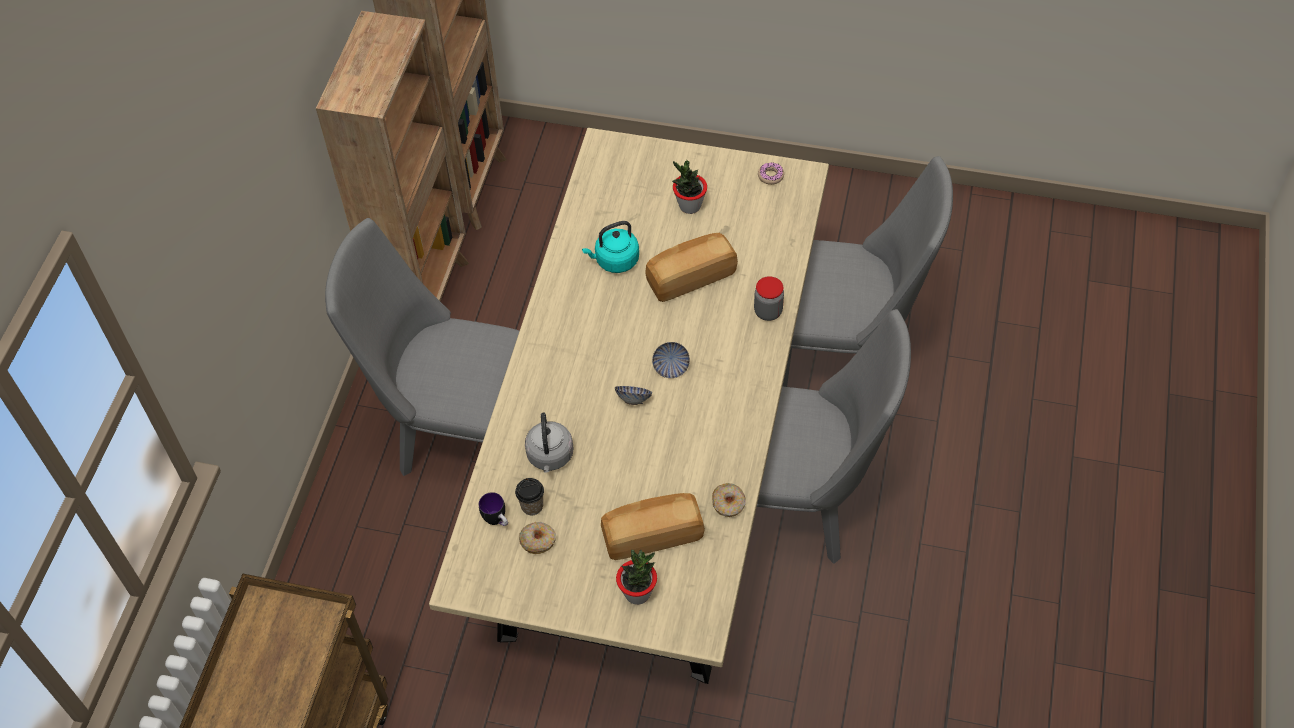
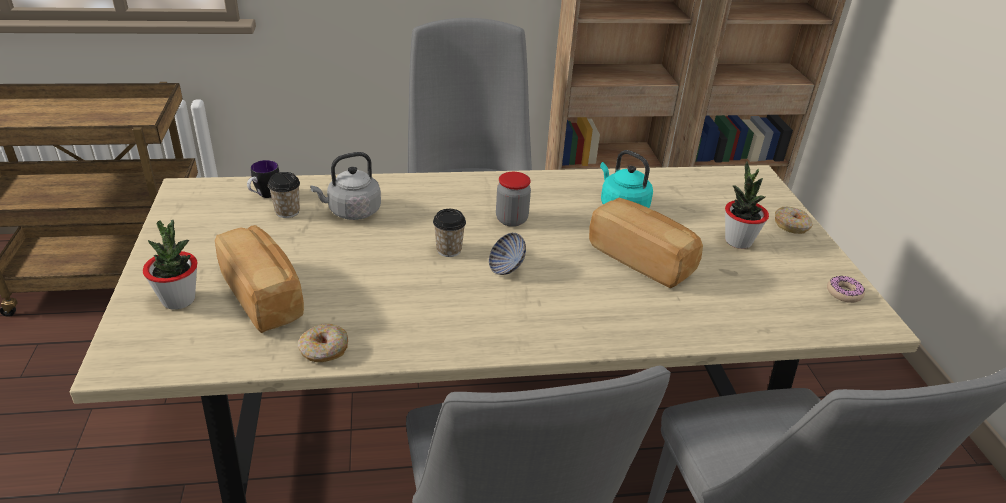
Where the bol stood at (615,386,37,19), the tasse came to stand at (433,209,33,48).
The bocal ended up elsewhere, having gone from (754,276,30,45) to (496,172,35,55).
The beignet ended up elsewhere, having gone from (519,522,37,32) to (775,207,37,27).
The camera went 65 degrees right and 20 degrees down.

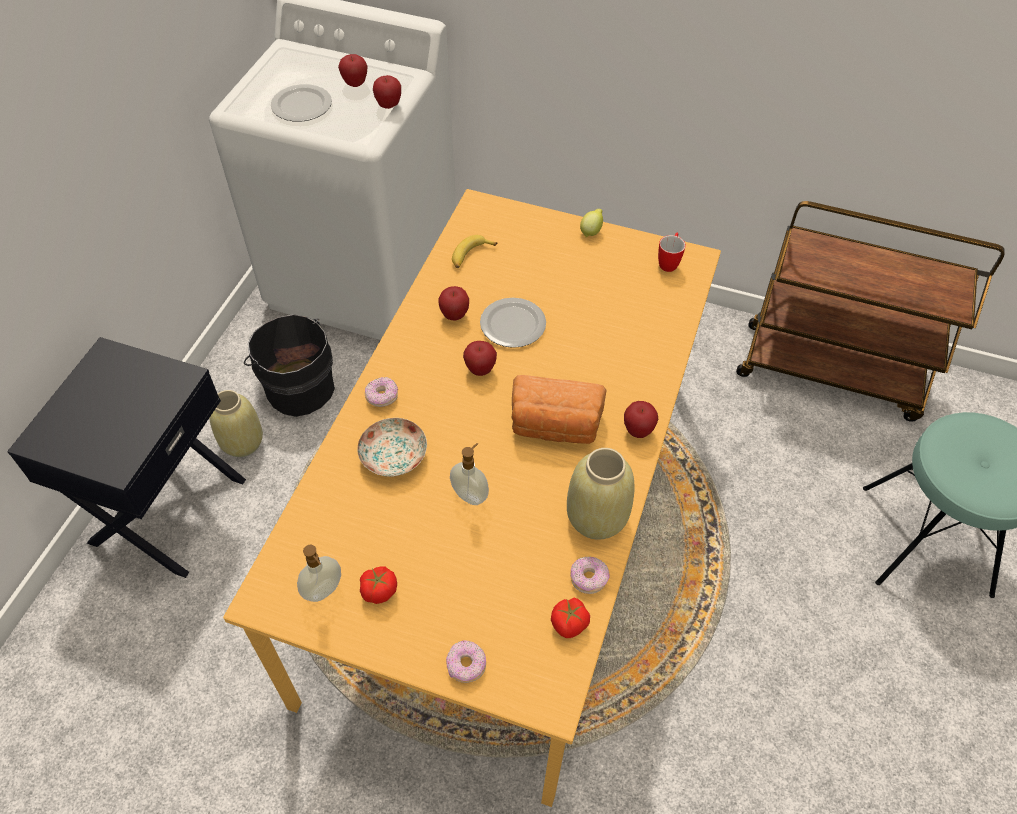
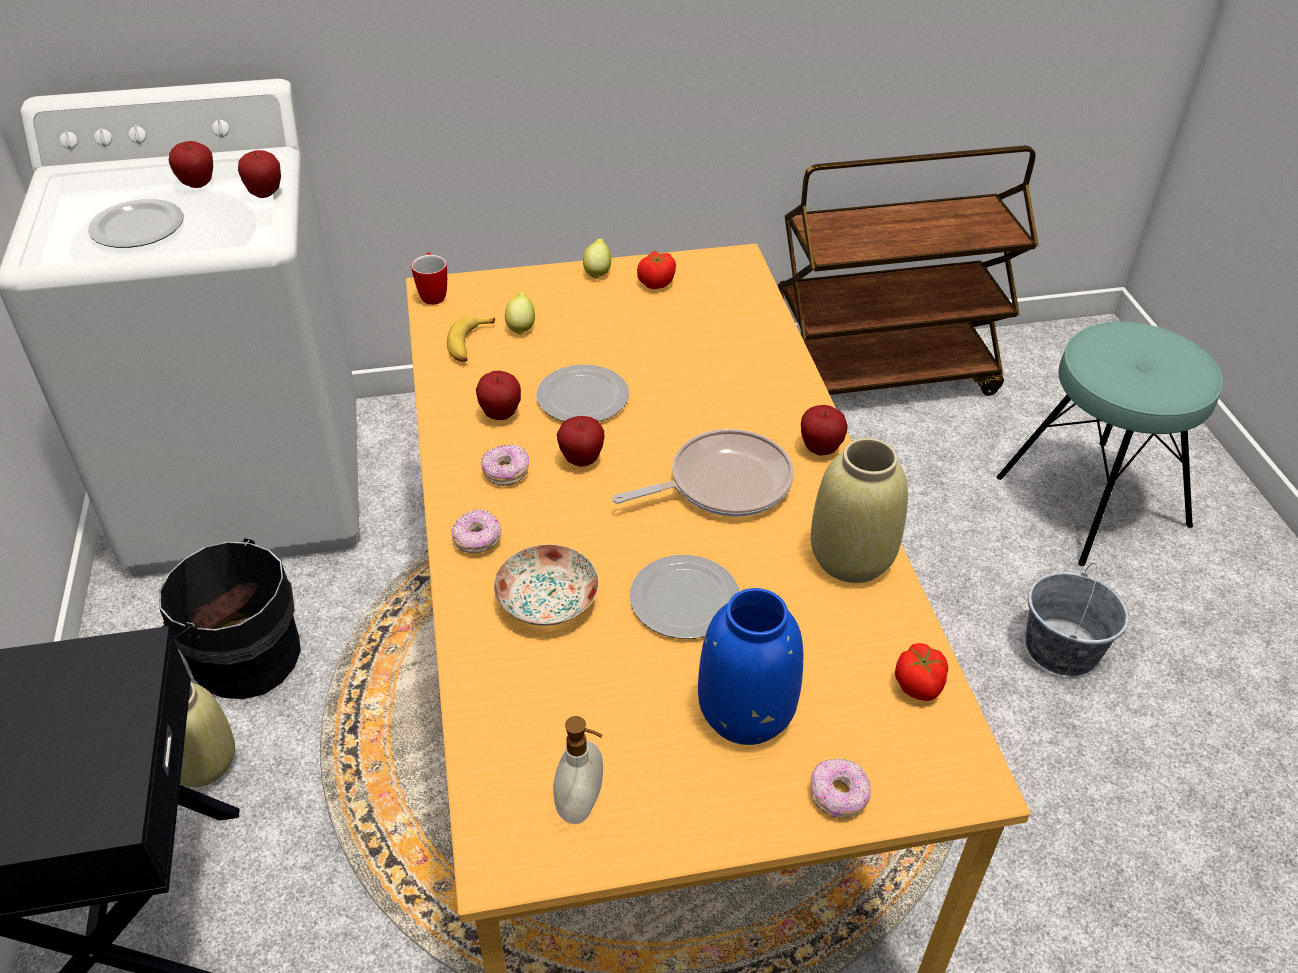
The mug ended up elsewhere, having gone from (658,233,28,39) to (411,252,36,53).
The beignet ended up elsewhere, having gone from (570,557,39,37) to (481,444,48,42).
The second view gained the citron at (505,292,30,43).
Where the pain stood at (512,375,95,69), the poêle came to stand at (612,429,182,88).
Where the distributeur de savon stood at (450,443,39,62), the assiette came to stand at (630,555,110,84).
The tomate ended up elsewhere, having gone from (360,567,37,37) to (637,251,39,38).
The second view gained the vase [bleu] at (698,588,105,157).
The second view gained the seau [gris] at (1025,563,104,113).
The camera went 30 degrees left and 10 degrees down.

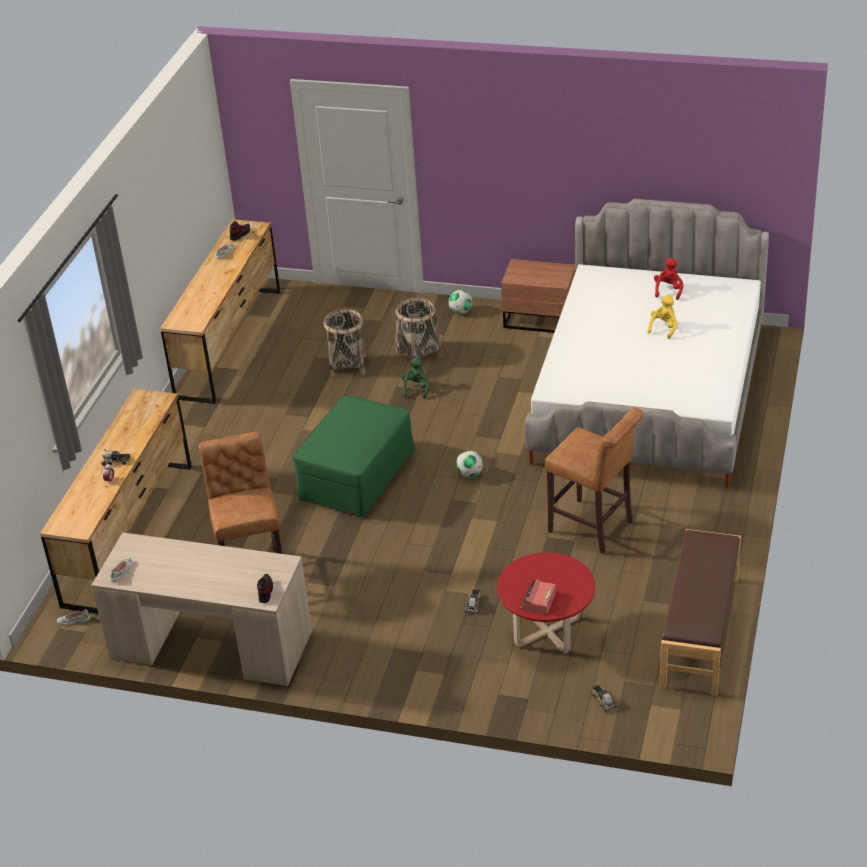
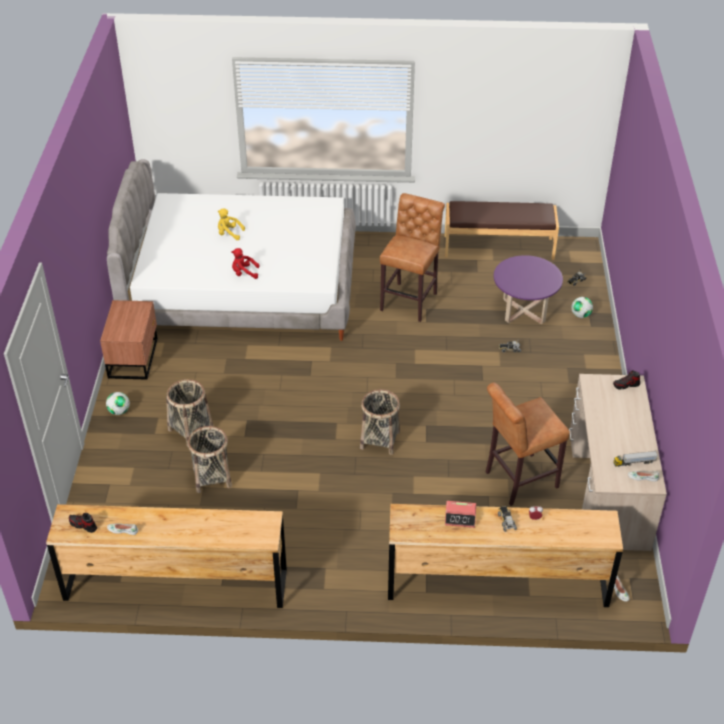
The peluche [rouge] ended up elsewhere, having gone from (654,258,29,42) to (231,248,28,31).
Where the pouf [vert] stood at (293,395,122,121), the panier came to stand at (360,389,40,66).
The réveil ended up elsewhere, having gone from (521,579,35,35) to (445,501,31,27).
What was the table basse [rouge] at (497,552,98,102) turned into the table basse [violet] at (494,255,69,69).
The ballon de foot ended up elsewhere, having gone from (456,451,27,27) to (571,297,22,21).
The second view gained the camion jouet at (613,451,45,16).
The second view lost the peluche [vert] at (401,357,29,42).
The camera went 105 degrees left and 5 degrees up.

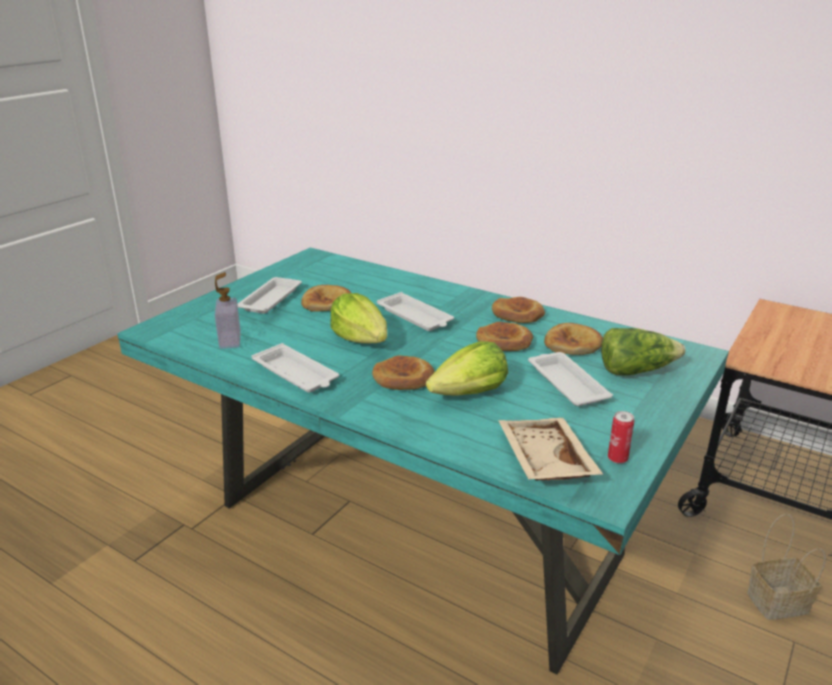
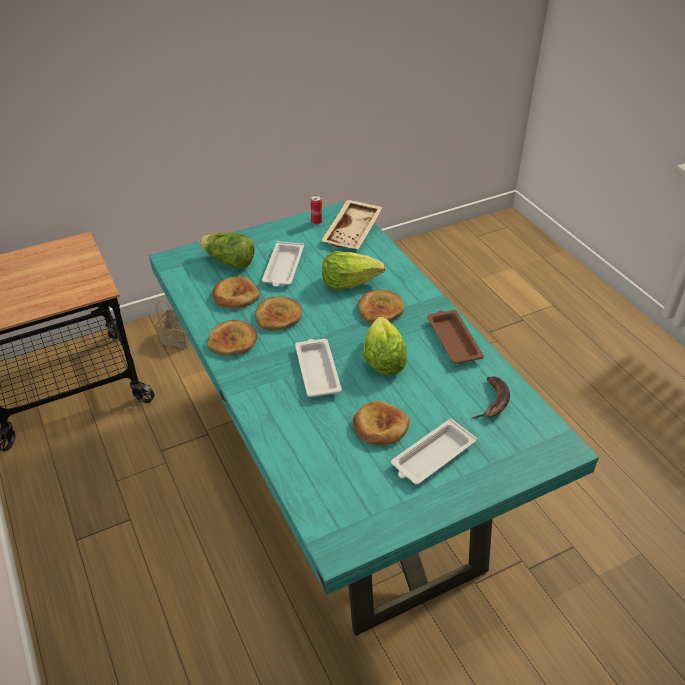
What was the plateau [blanc] at (252,343,87,49) turned into the plateau [marron] at (427,310,57,54).
Where the distributeur de savon stood at (215,272,26,77), the banane came to stand at (472,376,38,43).
The camera went 150 degrees left and 15 degrees up.

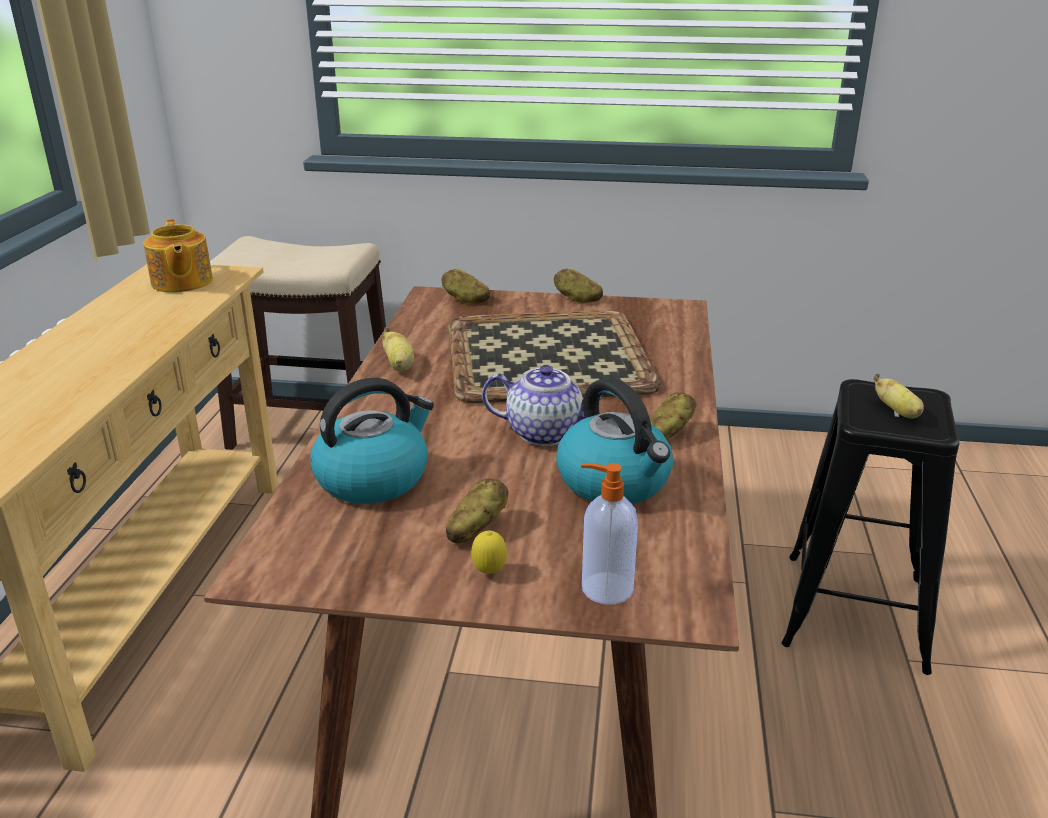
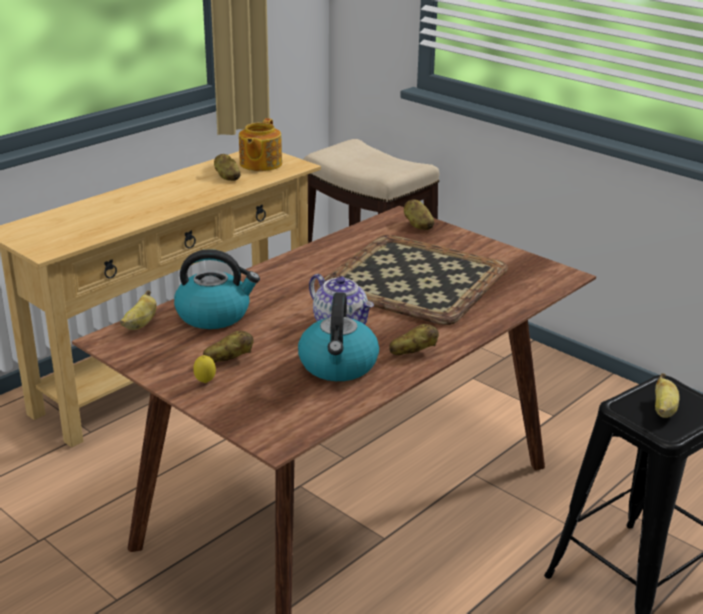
The banane ended up elsewhere, having gone from (382,327,32,45) to (120,290,37,40).
The pomme de terre ended up elsewhere, having gone from (554,269,49,34) to (214,154,27,27).
The second view lost the distributeur de savon at (581,463,57,141).
The camera went 35 degrees right and 0 degrees up.

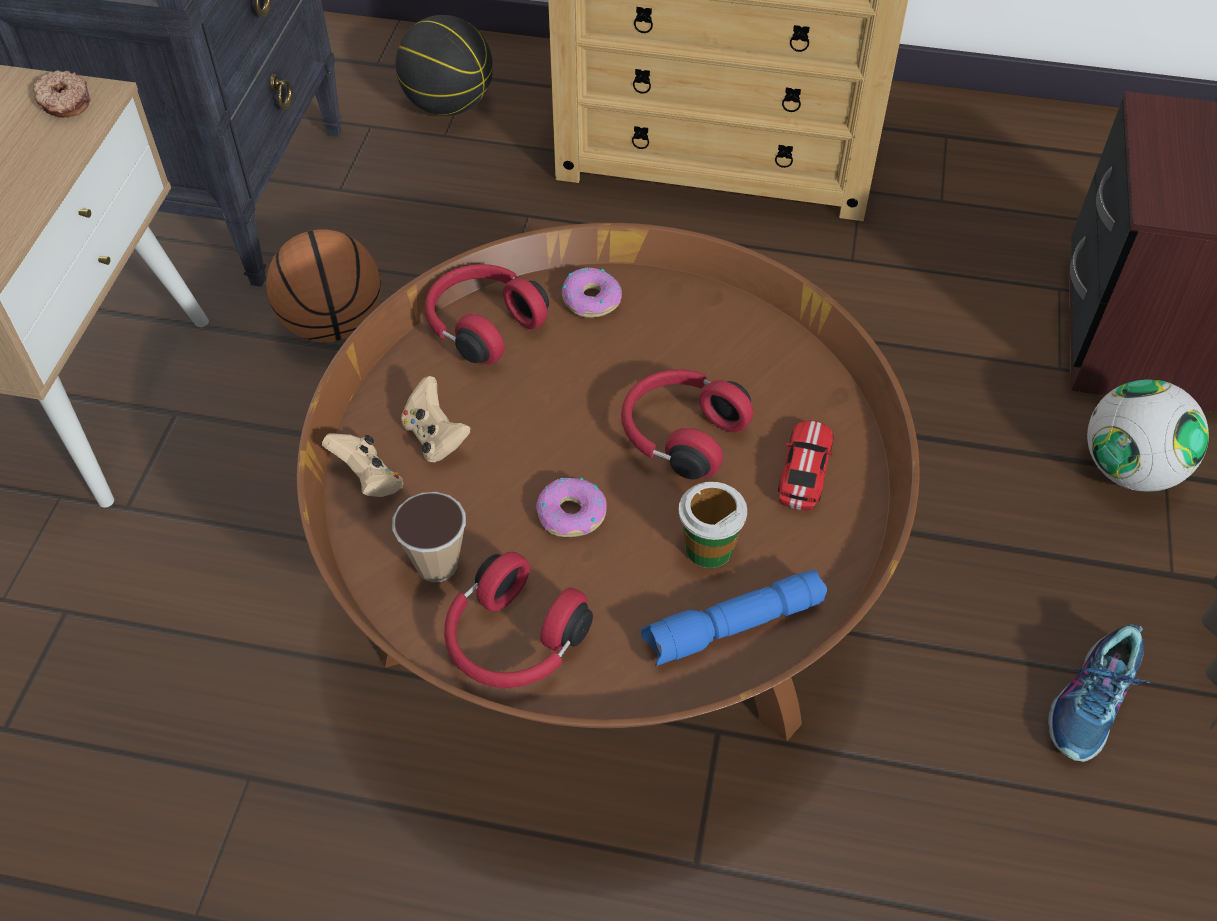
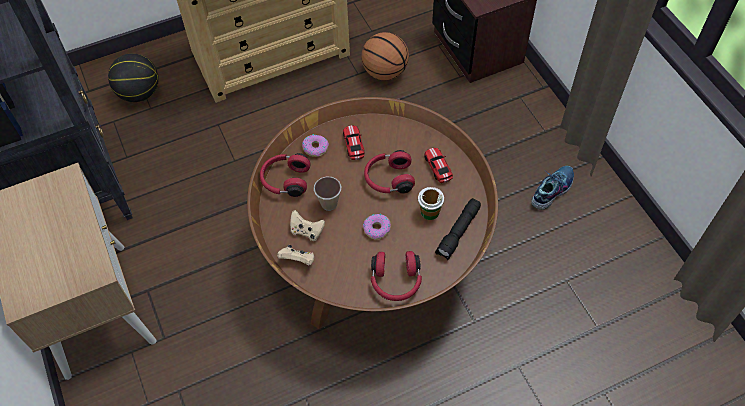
The tasse ended up elsewhere, having gone from (392,492,74,90) to (314,177,27,34).
The second view gained the petite voiture at (343,125,22,35).
The ballon de basket ended up elsewhere, having gone from (266,229,115,113) to (361,32,48,48).
What was the lampe de poche [bleu] at (641,570,186,96) turned into the lampe de poche [noir] at (435,198,46,62).
The chaussure at (1048,624,102,138) ended up facing another way, 135 degrees counterclockwise from before.
The second view lost the beignet at (33,70,57,48).
The second view lost the ballon de foot at (1087,379,122,113).
The camera went 35 degrees left and 5 degrees up.

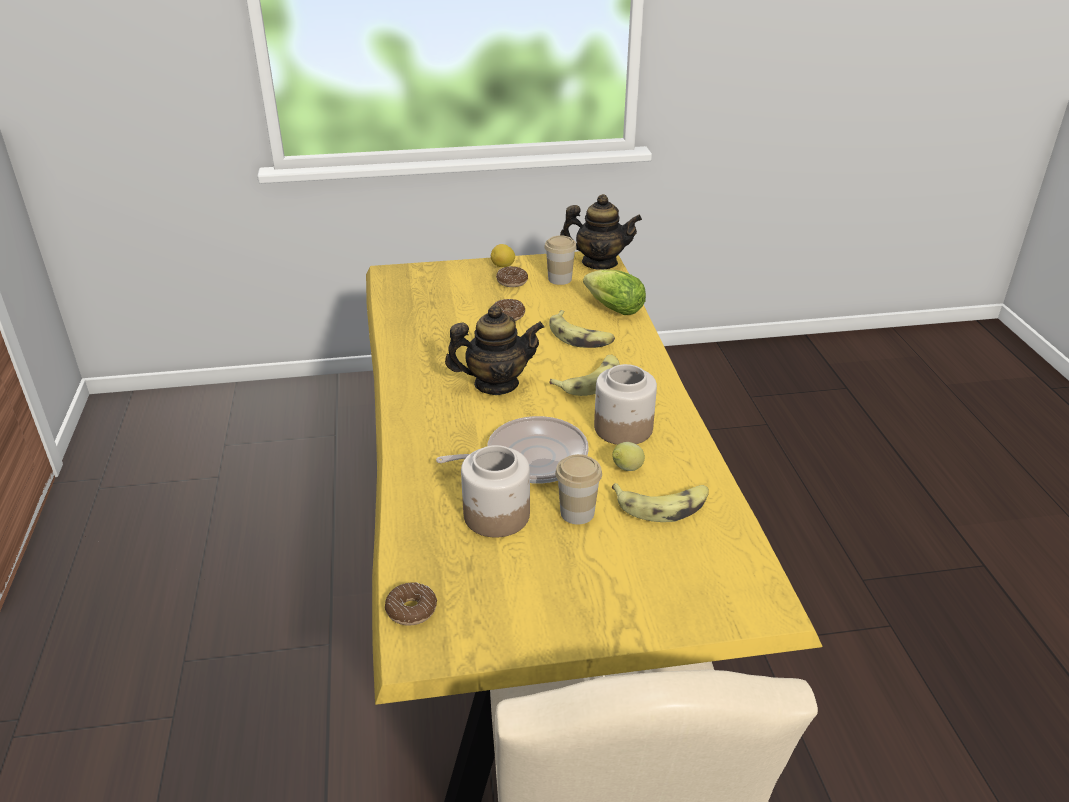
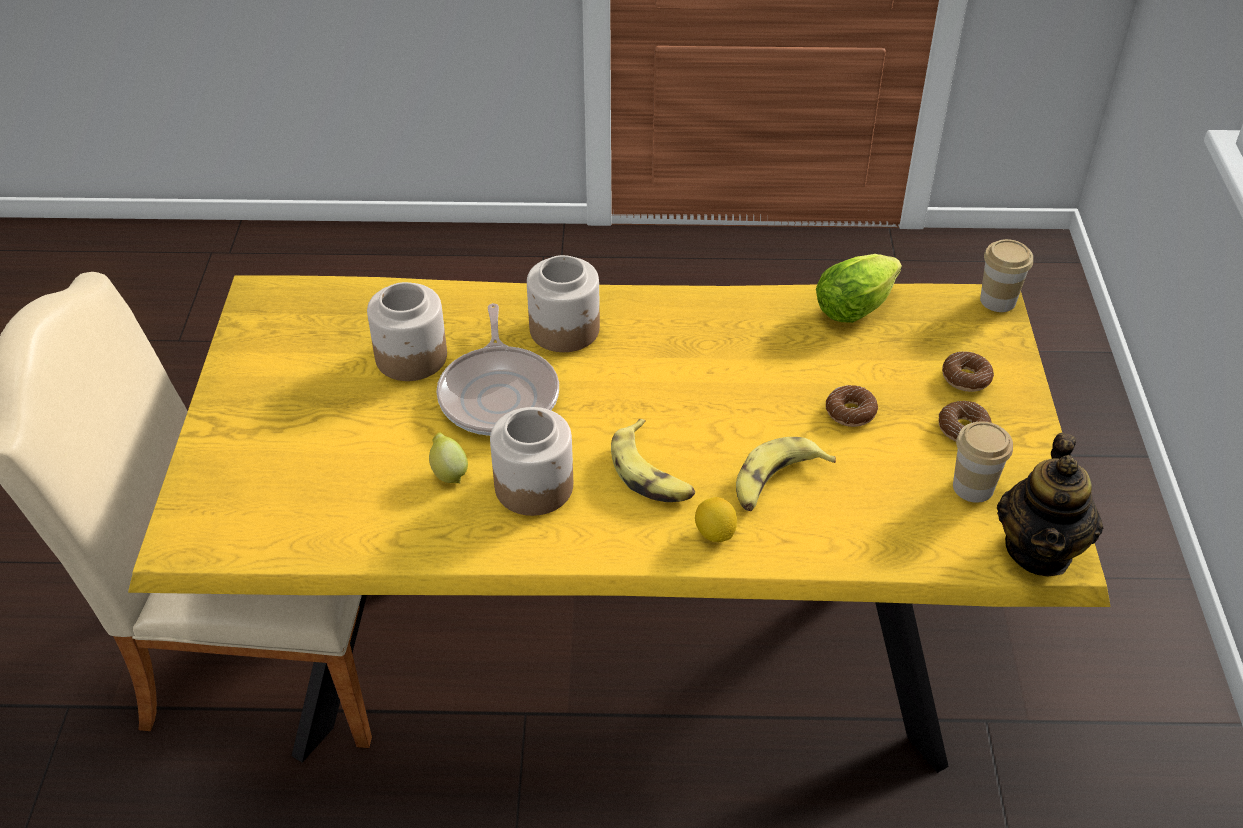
The second view gained the bocal at (527,255,73,97).
The citron ended up elsewhere, having gone from (491,244,24,23) to (695,497,42,45).
The laitue ended up elsewhere, having gone from (583,270,63,45) to (816,254,86,69).
The beignet ended up elsewhere, having gone from (385,582,52,44) to (942,351,52,41).
The tasse ended up elsewhere, having gone from (555,454,47,70) to (980,239,53,73).
The second view lost the théière at (445,305,99,90).
The second view lost the banane at (612,483,97,39).
The camera went 100 degrees right and 10 degrees up.

